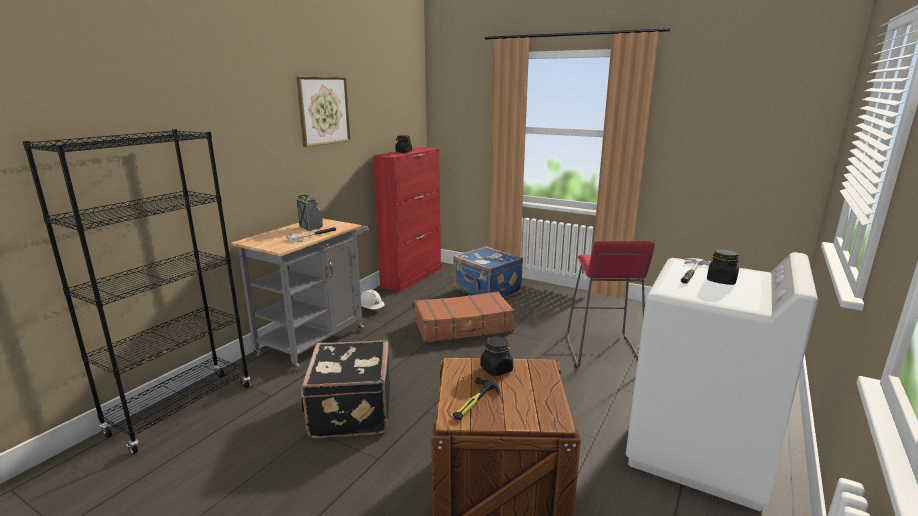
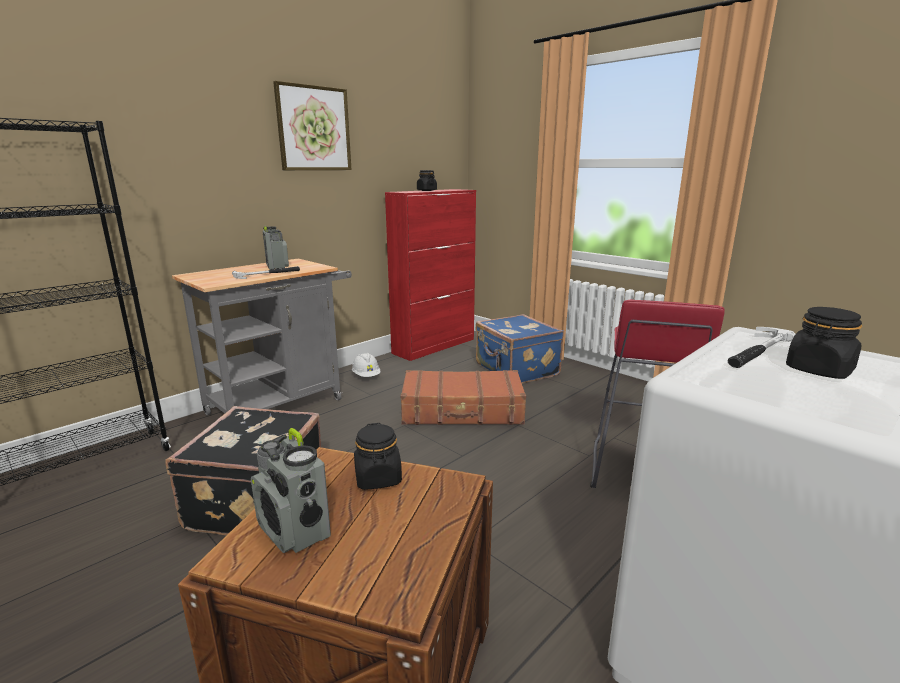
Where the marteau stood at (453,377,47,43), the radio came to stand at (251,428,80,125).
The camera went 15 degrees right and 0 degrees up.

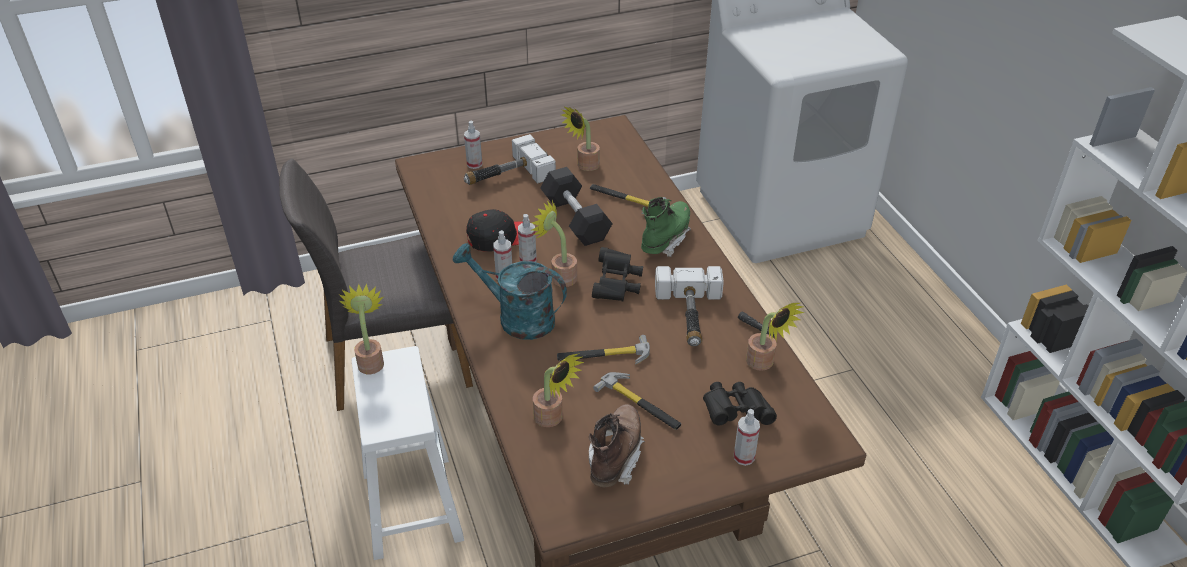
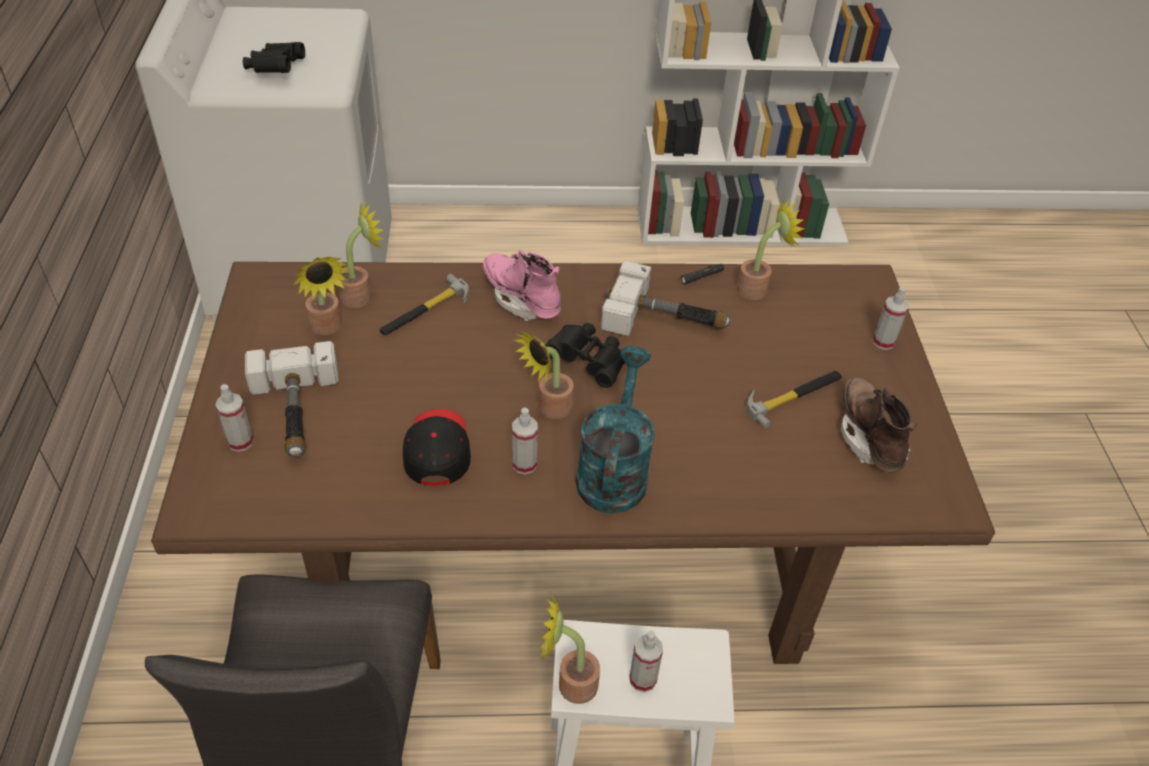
The jumelles [noir] ended up elsewhere, having gone from (703,382,74,43) to (243,42,62,31).
The plante en pot ended up elsewhere, having gone from (533,353,51,74) to (338,201,46,107).
What was the botte [vert] at (641,197,50,60) turned into the botte [rose] at (483,250,78,71).
The arrosoir [turquoise] at (452,243,115,97) ended up facing another way, 150 degrees clockwise from before.
The vaporisateur ended up elsewhere, having gone from (518,214,19,48) to (630,630,33,62).
The botte [marron] at (589,404,56,83) ended up facing another way, 45 degrees clockwise from before.
The second view lost the haltère [noir] at (540,167,73,79).
The second view lost the marteau at (557,335,93,30).
The camera went 75 degrees left and 5 degrees up.

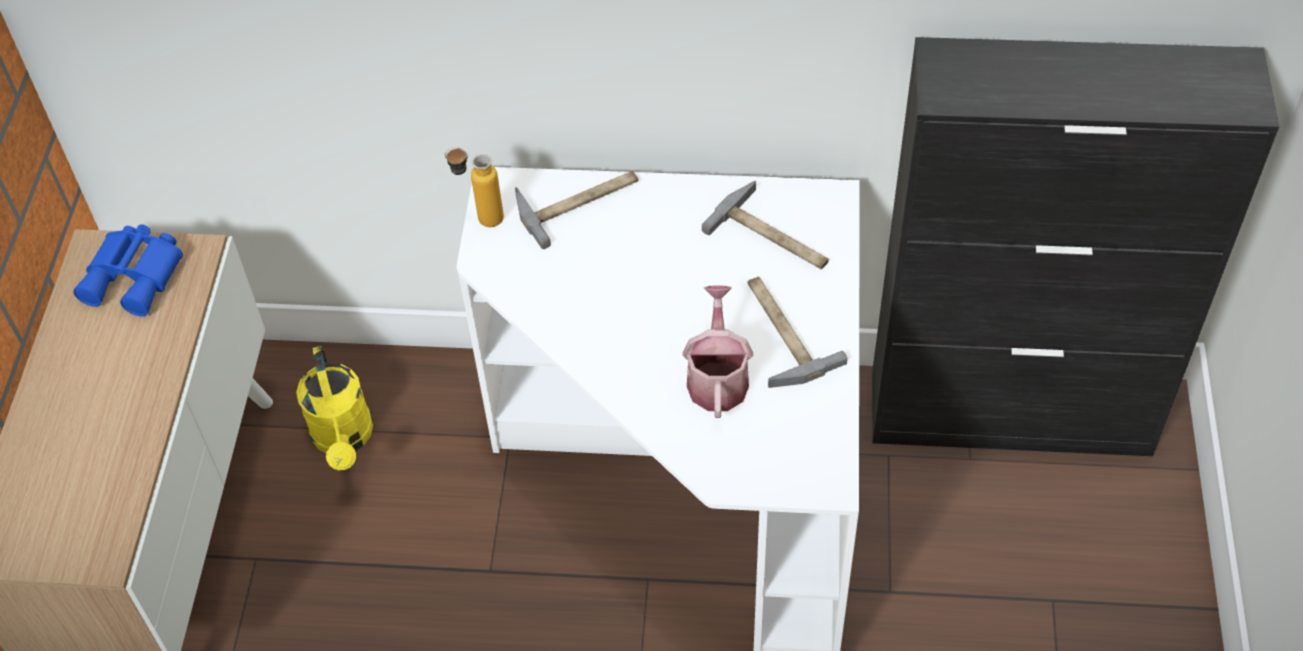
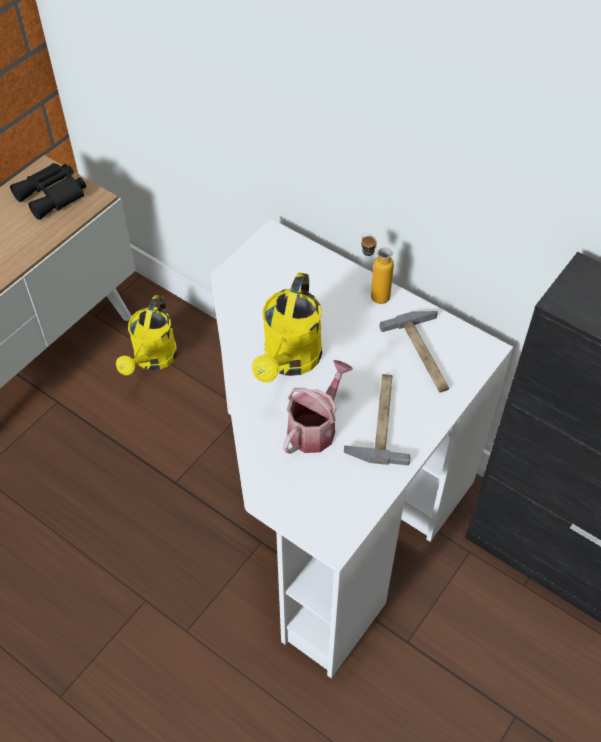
What was the jumelles [bleu] at (73,224,110,92) turned into the jumelles [noir] at (10,163,76,57).
The second view gained the arrosoir [jaune] at (252,272,70,111).
The bouteille ended up elsewhere, having gone from (445,147,59,80) to (362,234,32,70).
The second view lost the marteau at (515,171,123,78).
The camera went 30 degrees right and 0 degrees up.

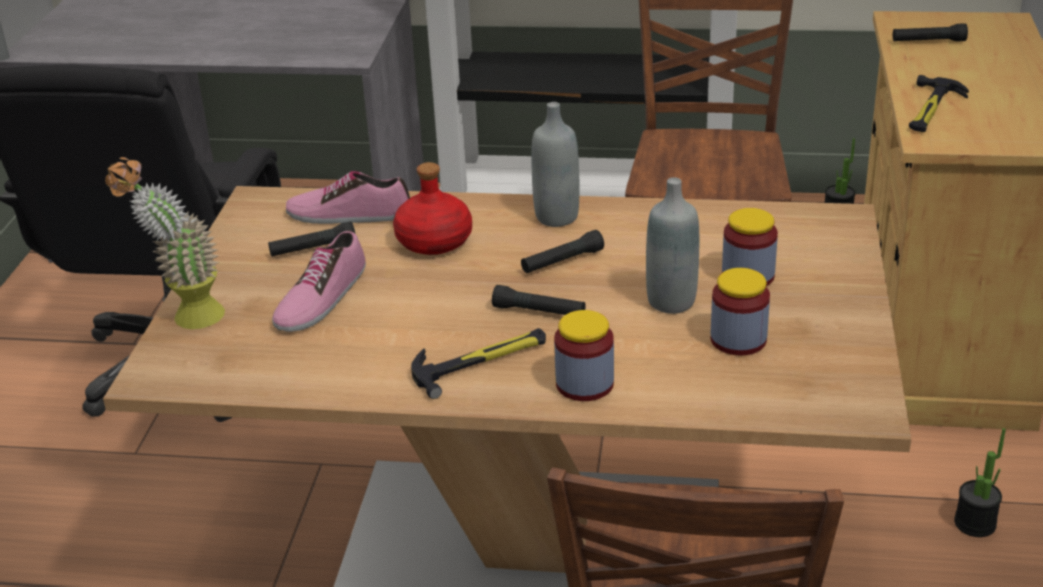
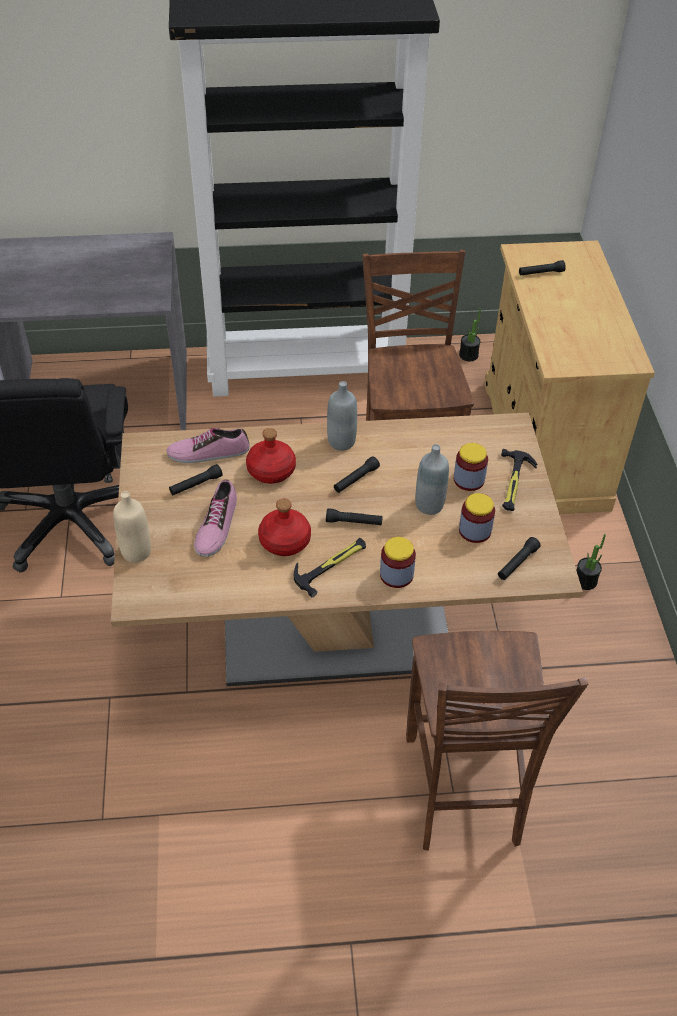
Where the plante en pot stood at (105,157,120,172), the bouteille [beige] came to stand at (113,491,38,72).
The second view gained the bouteille [rouge] at (258,499,53,57).
The second view gained the lampe de poche [noir] at (498,537,43,43).
The marteau ended up elsewhere, having gone from (909,75,60,57) to (501,449,36,62).
The camera went 15 degrees left and 15 degrees up.

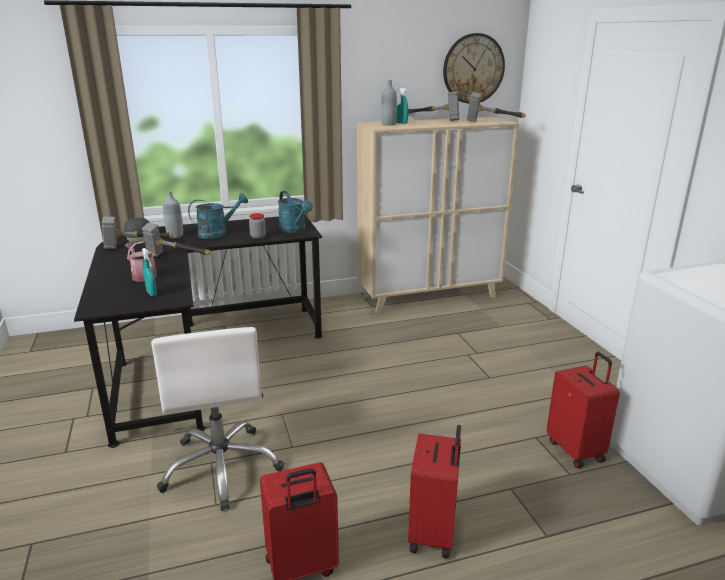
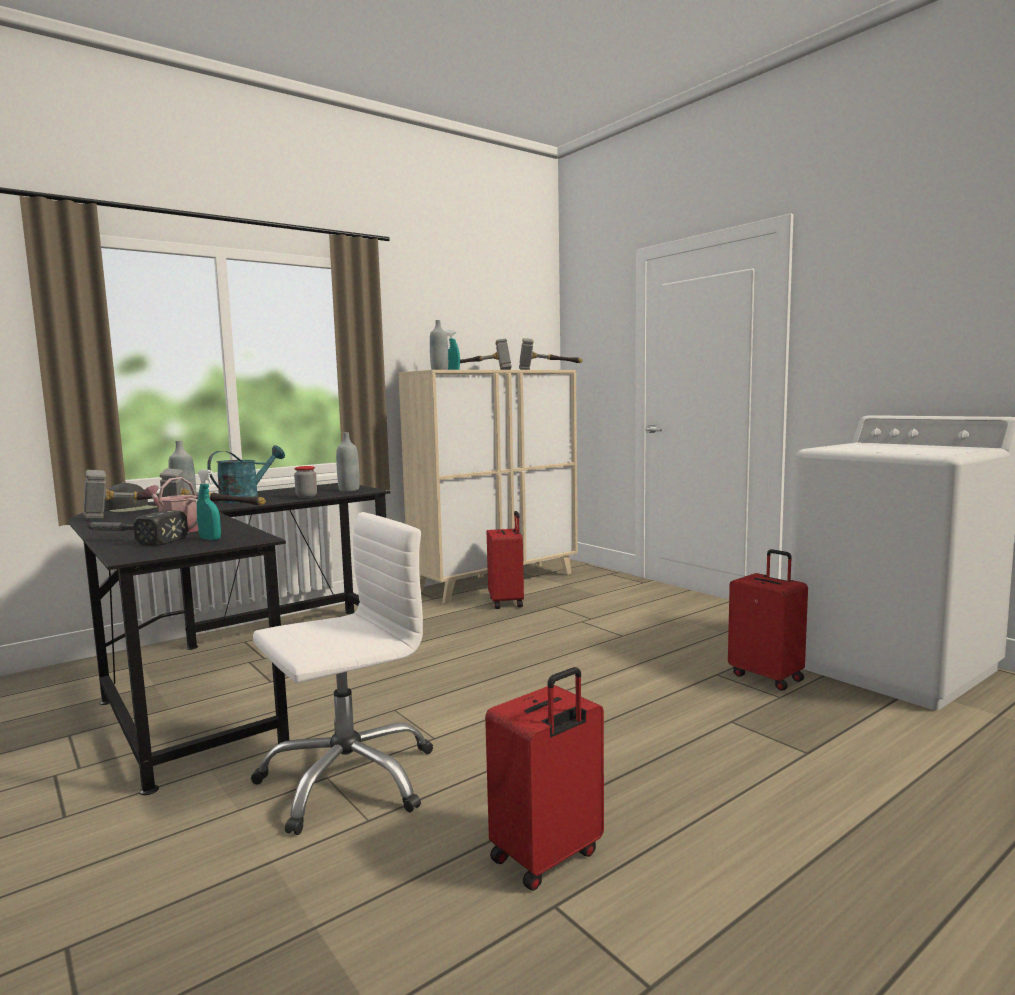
The second view gained the marteau at (85,511,103,35).
The chaise de bureau [blanc] at (151,327,133,184) ended up facing another way, 90 degrees counterclockwise from before.
Where the arrosoir [turquoise] stood at (278,191,35,42), the bouteille [gris] came to stand at (336,432,24,59).
The valise [rouge] ended up elsewhere, having gone from (408,425,53,134) to (487,511,37,98).
The second view lost the horloge murale at (443,33,62,71).
The camera went 20 degrees left and 15 degrees down.

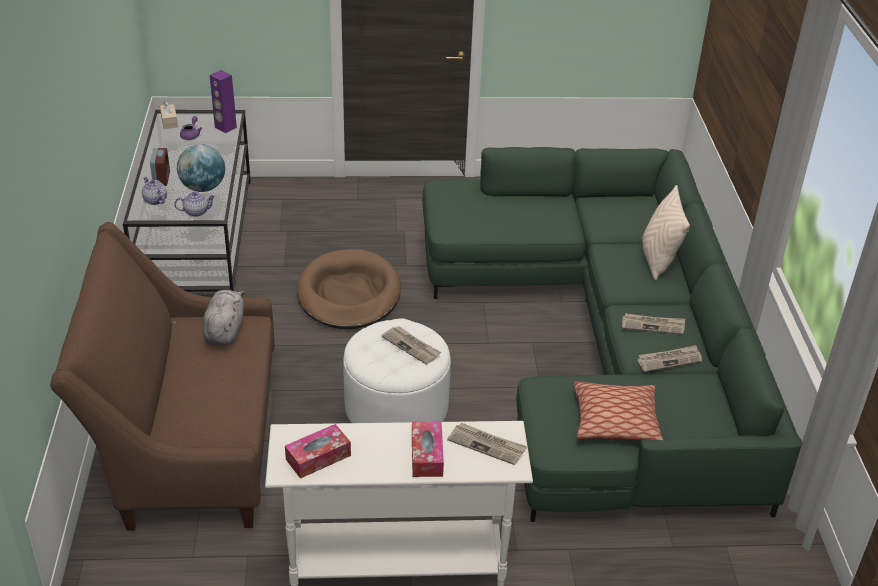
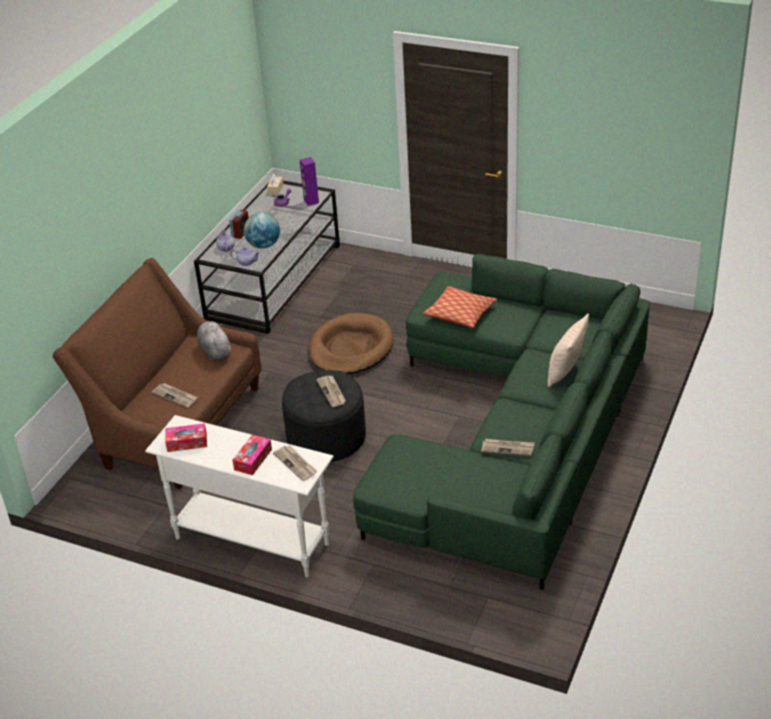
The journal ended up elsewhere, having gone from (622,313,63,22) to (152,383,45,25).
The peluche [gris] at (202,290,43,56) ended up facing another way, 60 degrees counterclockwise from before.
What was the pouf [blanc] at (343,319,108,104) turned into the pouf [noir] at (282,370,84,92).
The coussin ended up elsewhere, having gone from (574,381,89,59) to (423,286,74,42).
The camera went 30 degrees right and 0 degrees up.

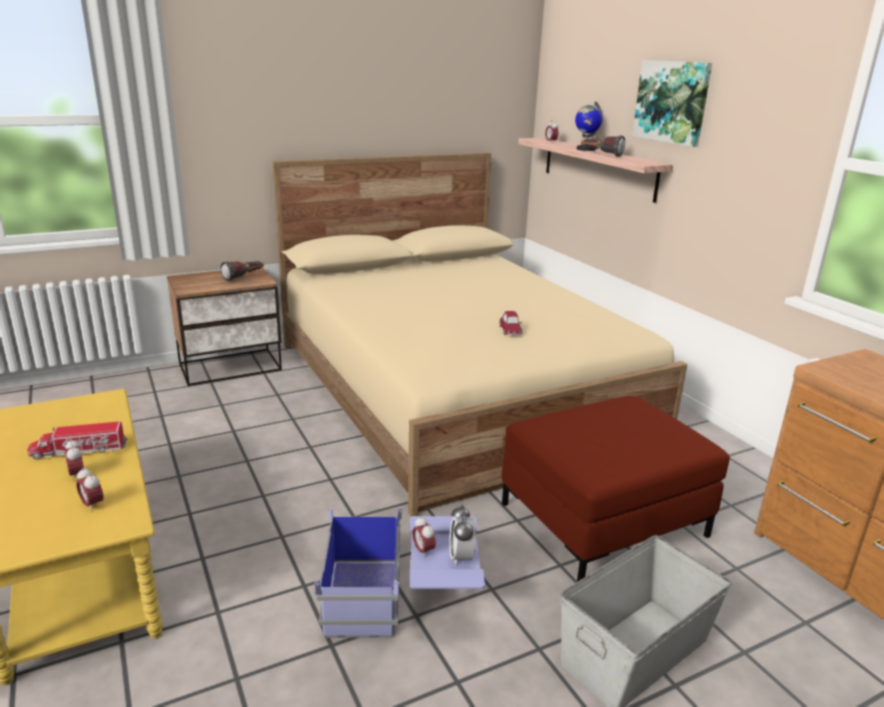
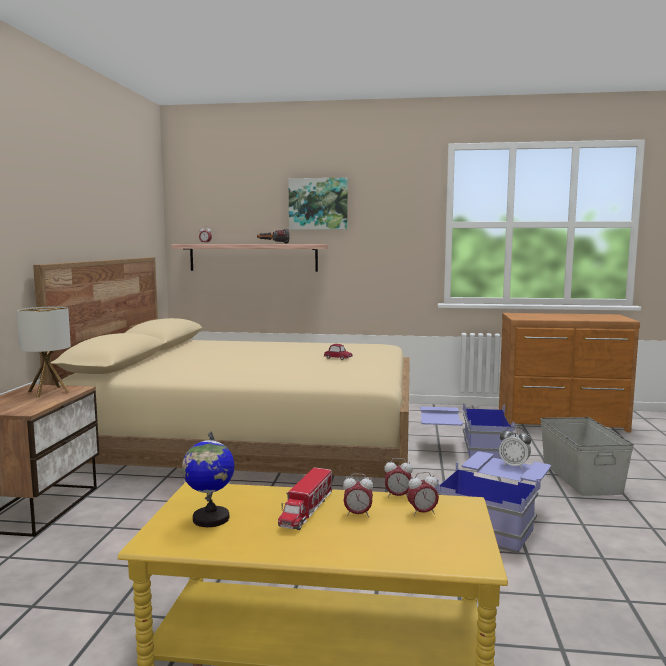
Where the lampe de poche stood at (221,261,43,20), the lampe de table came to stand at (16,307,55,91).
The globe ended up elsewhere, having gone from (575,101,28,50) to (182,431,53,96).
The réveil ended up elsewhere, having gone from (412,516,24,42) to (384,458,29,40).
Where the pouf [rouge] stood at (502,396,228,186), the boîte de rangement [bleu] came to stand at (420,403,95,56).
The camera went 55 degrees left and 15 degrees down.

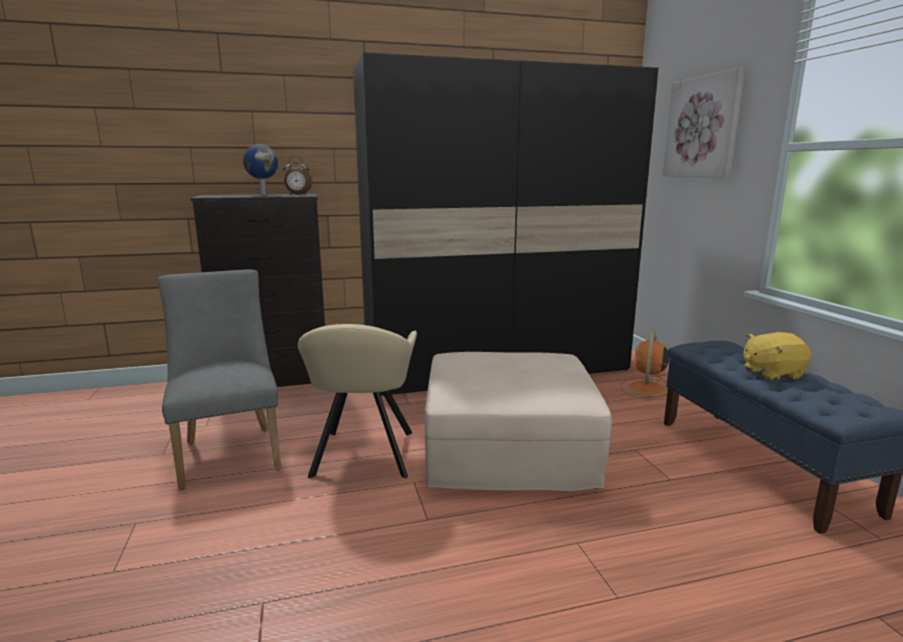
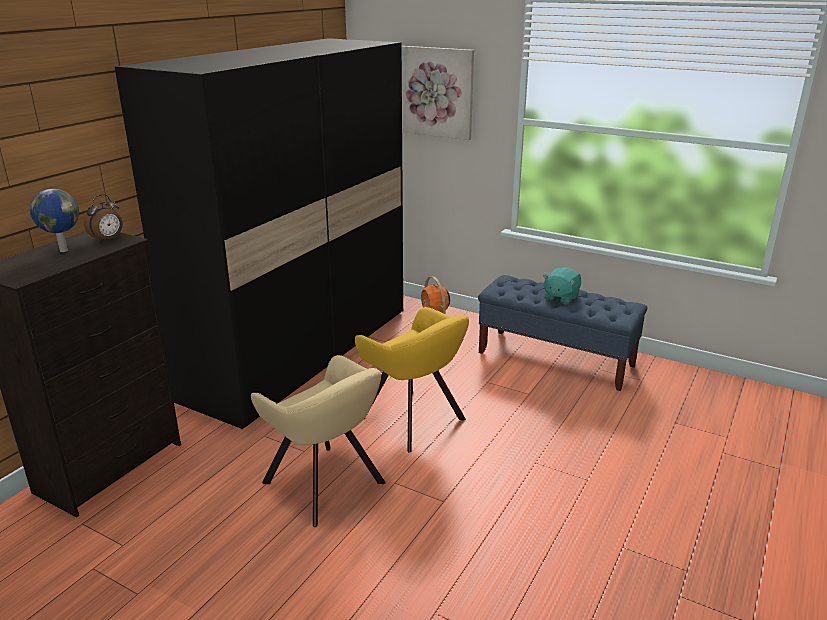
Where the pouf [beige] stood at (425,352,187,139), the fauteuil [jaune] came to stand at (355,307,114,146).
What was the peluche [jaune] at (744,332,67,48) turned into the peluche [turquoise] at (543,267,38,38).
The second view lost the chaise [gris] at (158,270,123,220).
The camera went 45 degrees left and 10 degrees up.

